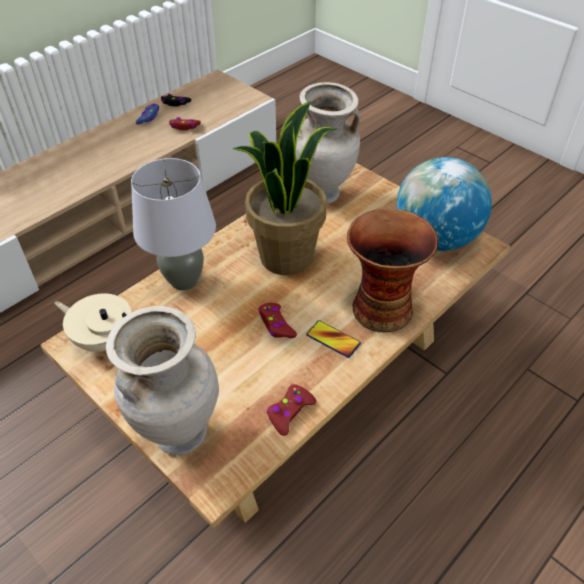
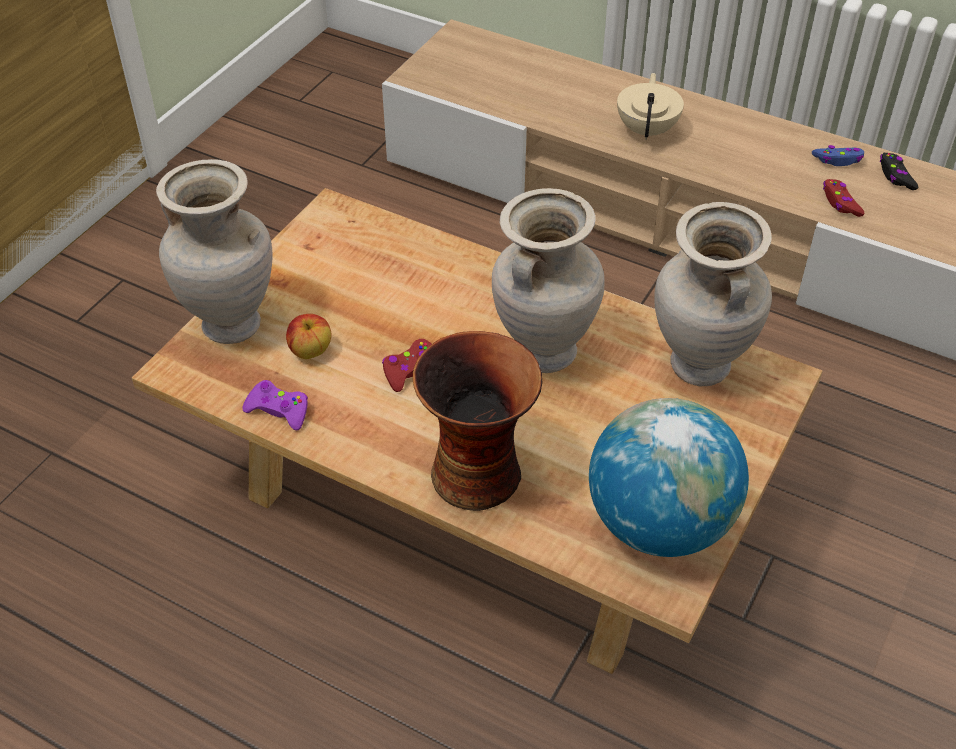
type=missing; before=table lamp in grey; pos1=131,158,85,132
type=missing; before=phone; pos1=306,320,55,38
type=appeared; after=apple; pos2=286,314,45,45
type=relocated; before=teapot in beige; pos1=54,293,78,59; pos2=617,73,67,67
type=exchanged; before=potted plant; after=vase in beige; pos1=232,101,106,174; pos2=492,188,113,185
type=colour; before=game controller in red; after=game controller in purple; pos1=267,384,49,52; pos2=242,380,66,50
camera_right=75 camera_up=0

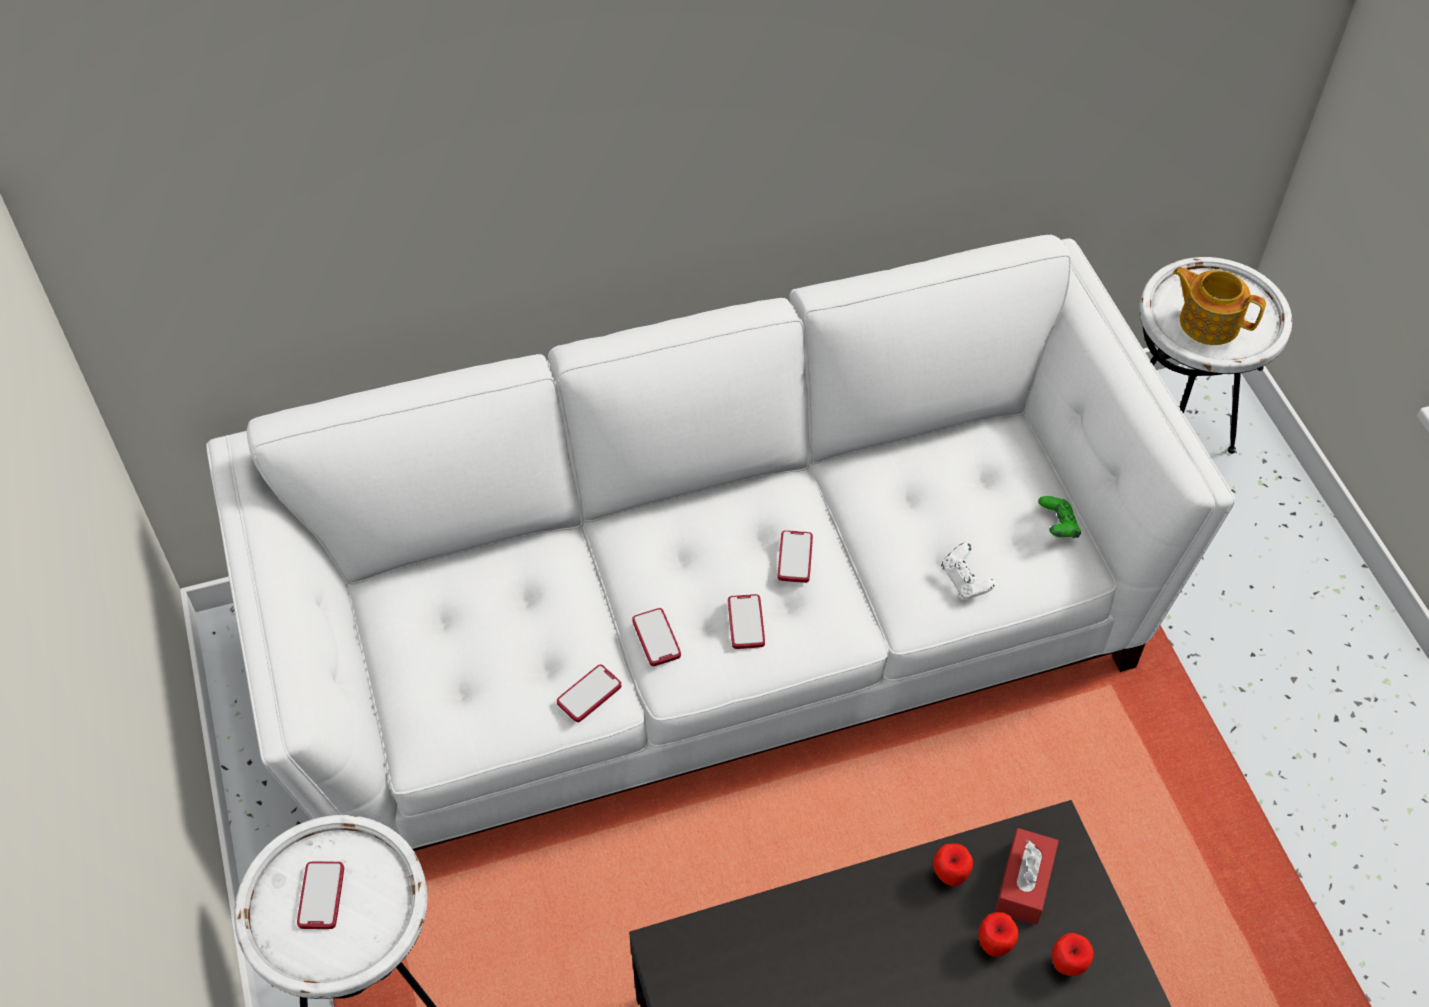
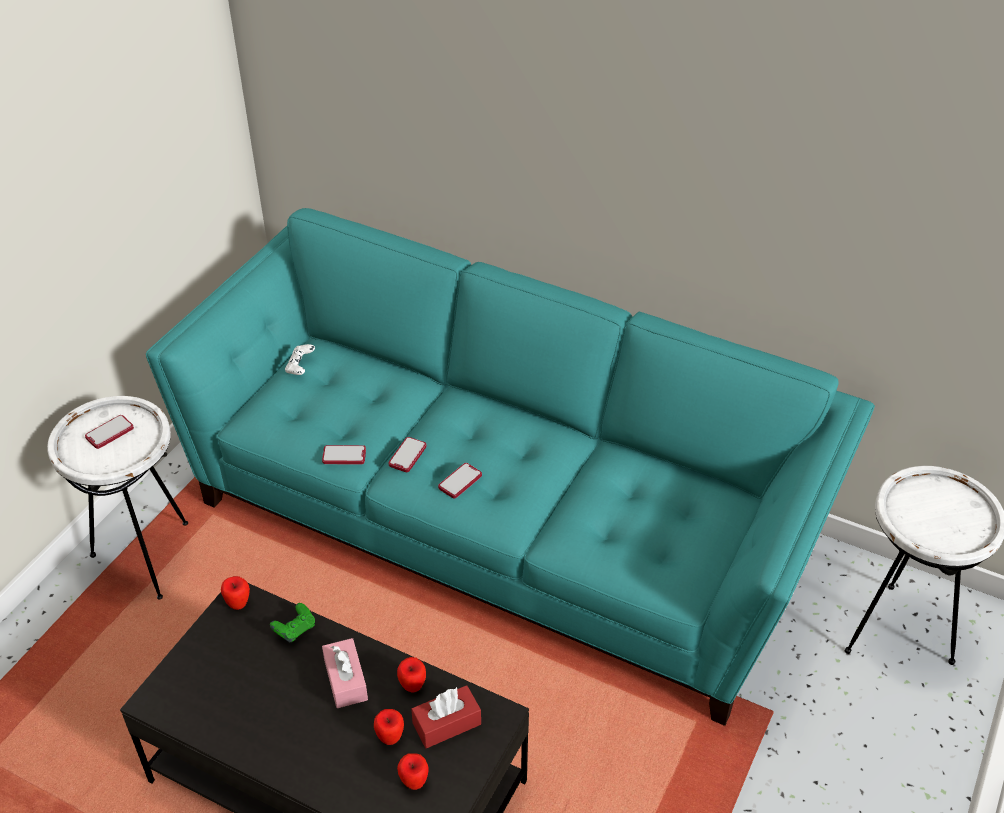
type=missing; before=phone; pos1=778,530,35,53
type=missing; before=teapot; pos1=1173,267,93,78
type=appeared; after=apple; pos2=221,576,29,34
type=appeared; after=tissue box in pink; pos2=322,638,46,70
type=relocated; before=game controller in white; pos1=941,543,54,56; pos2=285,344,30,31
type=relocated; before=game controller in green; pos1=1038,496,43,42; pos2=270,603,45,40
type=colour; before=sofa in white; after=sofa in turquoise; pos1=206,235,1029,616; pos2=146,208,729,518
camera_right=45 camera_up=-10

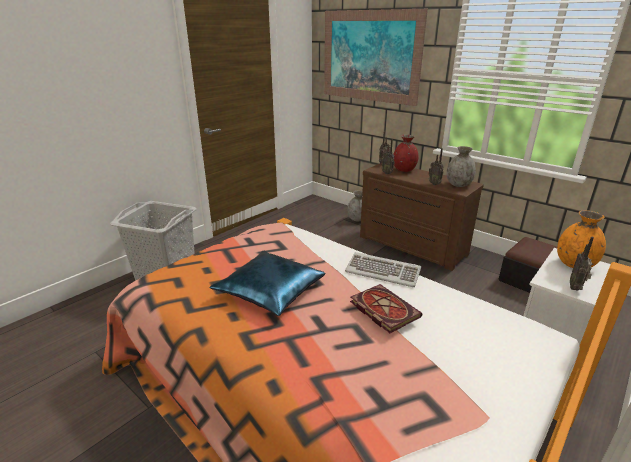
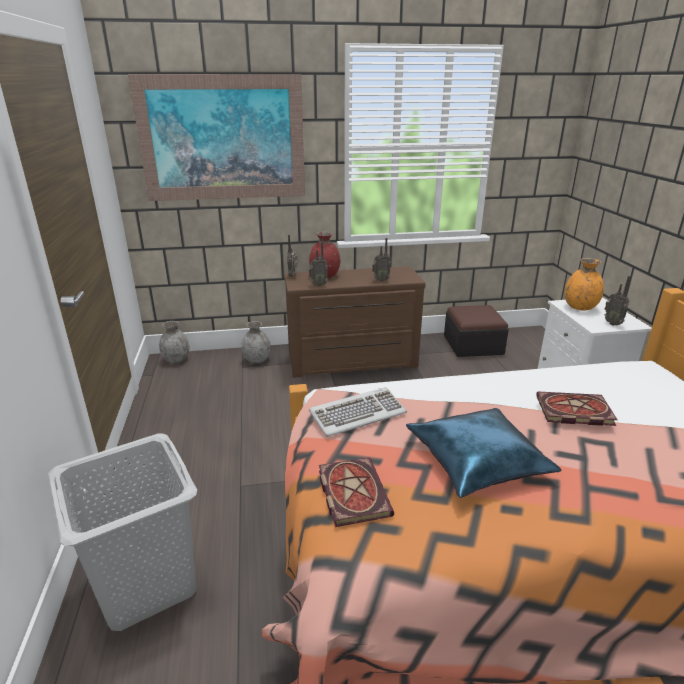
type=appeared; after=book; pos2=319,457,75,70
type=relocated; before=keyboard; pos1=345,252,76,35; pos2=309,387,98,50
type=relocated; before=vase in grey; pos1=447,146,29,41; pos2=159,321,31,42
camera_right=-50 camera_up=0

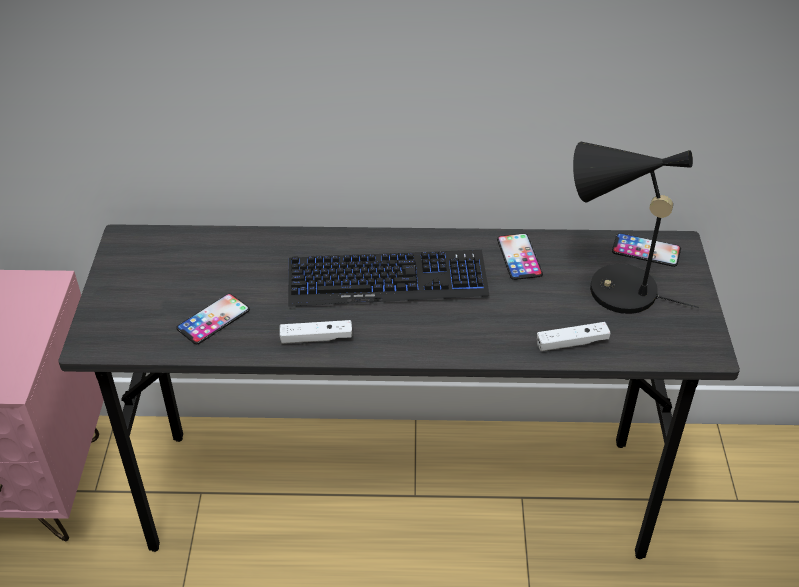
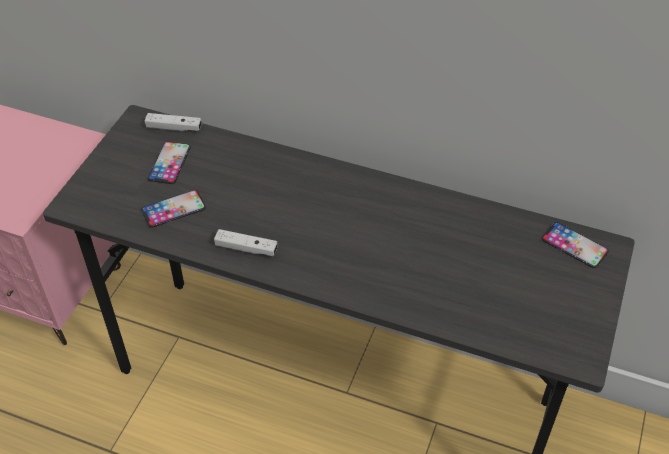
type=missing; before=keyboard; pos1=288,250,201,57
type=missing; before=table lamp in black; pos1=573,142,126,172
type=relocated; before=phone; pos1=497,233,46,47; pos2=148,141,43,43
type=relocated; before=game controller in white; pos1=537,322,73,29; pos2=145,113,57,18
camera_right=20 camera_up=5

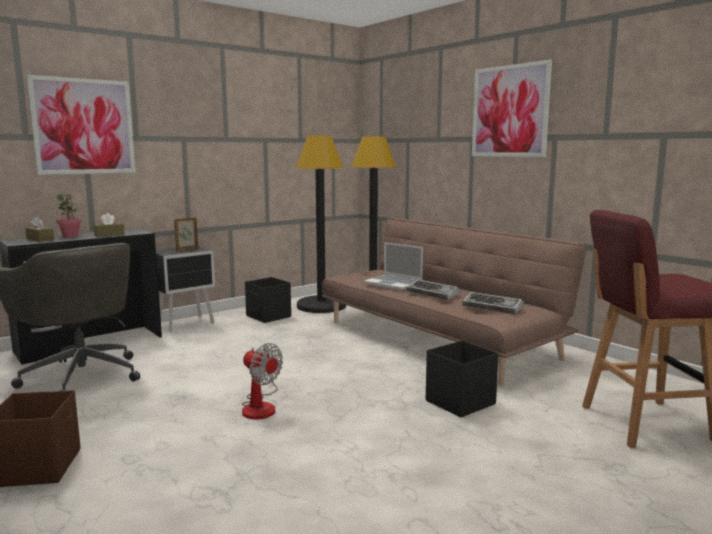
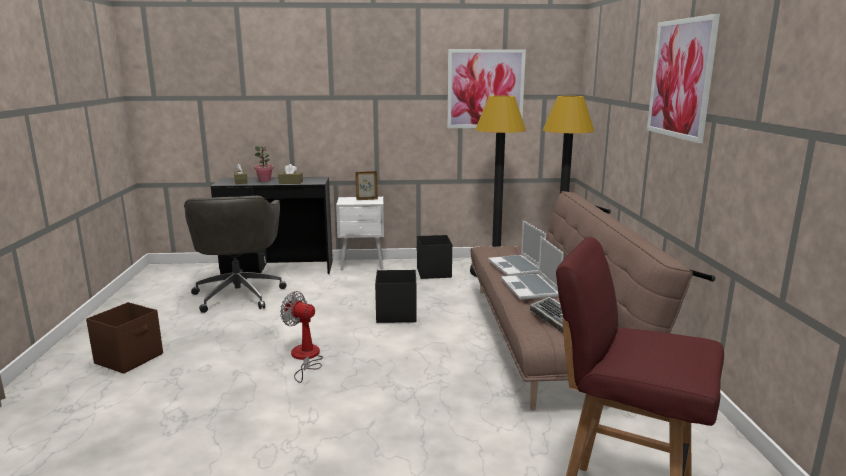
type=relocated; before=picture; pos1=27,75,108,100; pos2=447,49,79,79
type=relocated; before=storage box in black; pos1=426,340,73,78; pos2=375,270,42,53
type=exchanged; before=keyboard; after=laptop; pos1=406,279,55,21; pos2=501,236,63,64
type=colour; before=nightstand in black; after=nightstand in white; pos1=156,246,59,86; pos2=336,197,48,74
type=spun; before=fan; pos1=242,343,41,76; pos2=280,291,43,92; turn=135
camera_right=35 camera_up=5

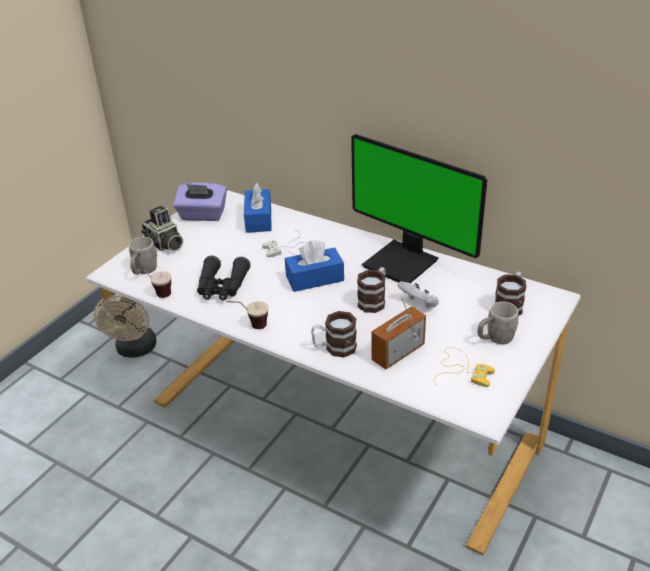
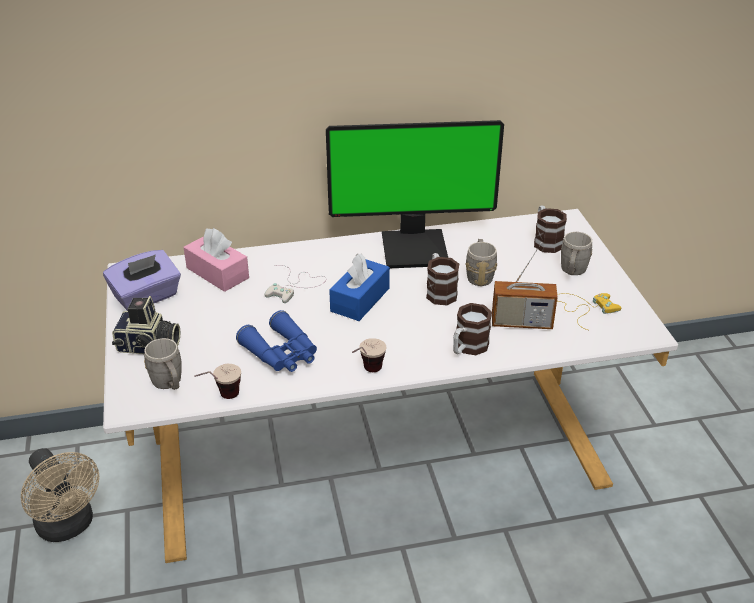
type=exchanged; before=game controller in white; after=mug in grey; pos1=398,281,41,27; pos2=465,239,32,47
type=colour; before=binoculars in black; after=binoculars in blue; pos1=197,256,53,44; pos2=236,310,81,62
type=colour; before=tissue box in blue; after=tissue box in pink; pos1=244,182,28,51; pos2=184,228,65,64
type=spun; before=radio; pos1=372,298,54,72; pos2=492,242,66,87; turn=-90
camera_right=-45 camera_up=0

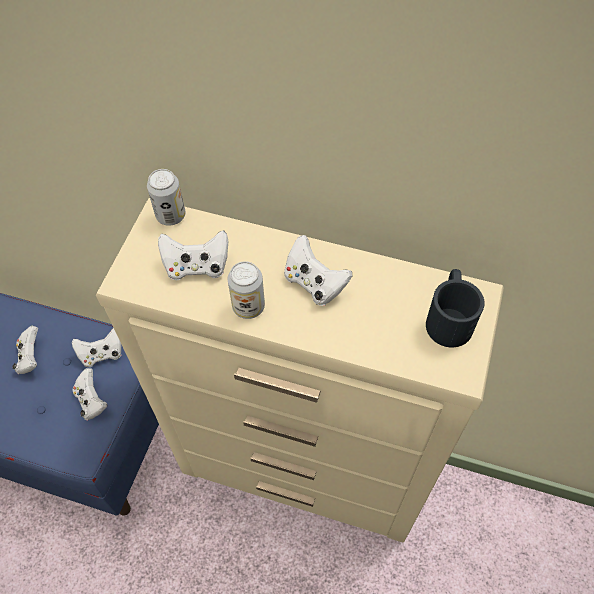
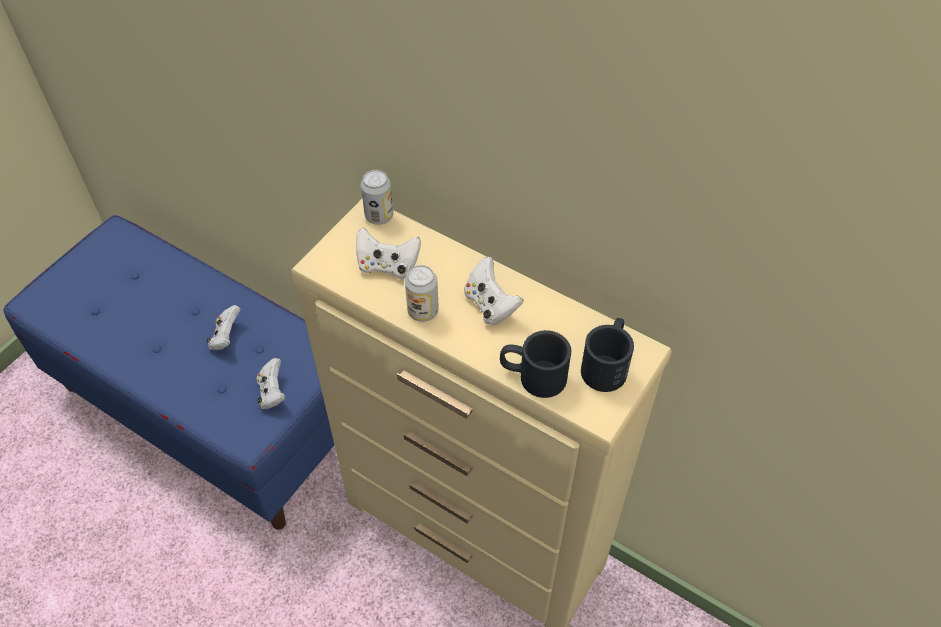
type=missing; before=game controller in white; pos1=72,328,49,39
type=appeared; after=mug in black; pos2=500,330,71,68
camera_right=15 camera_up=-5

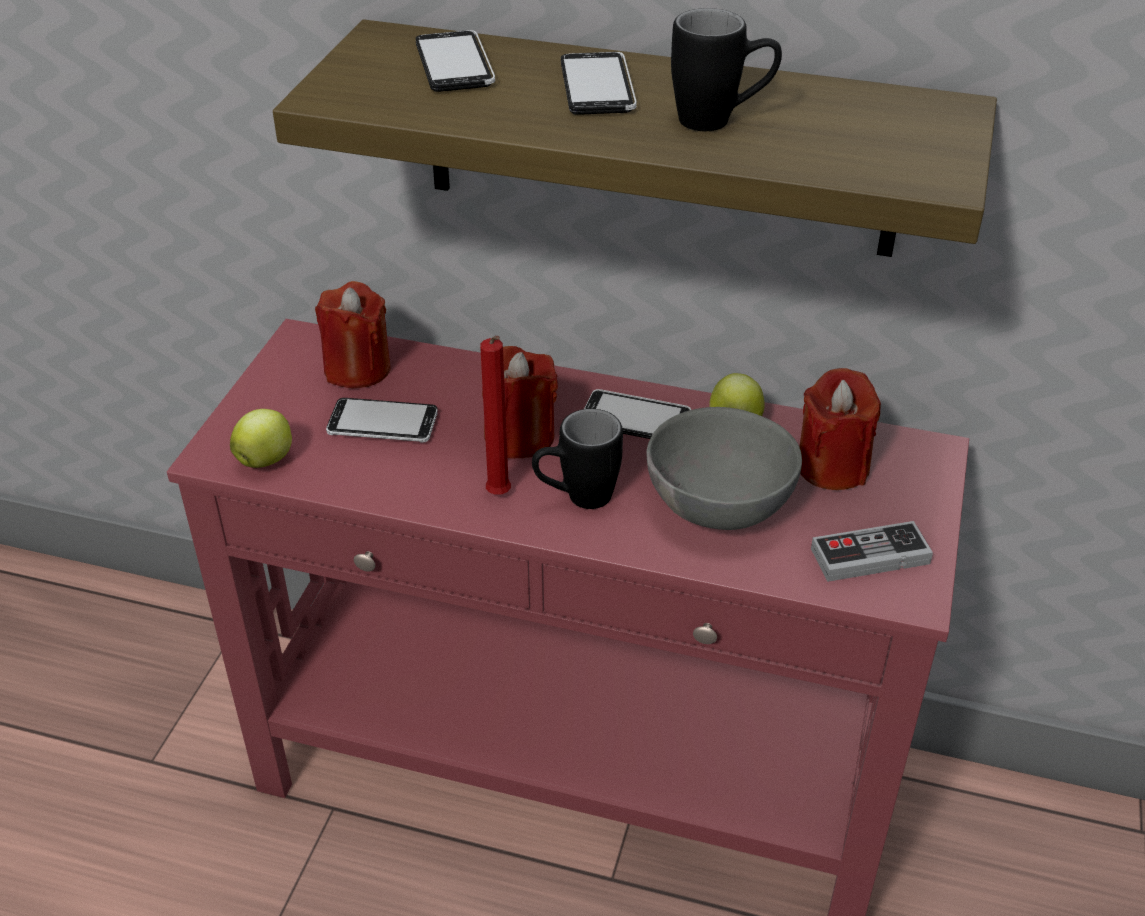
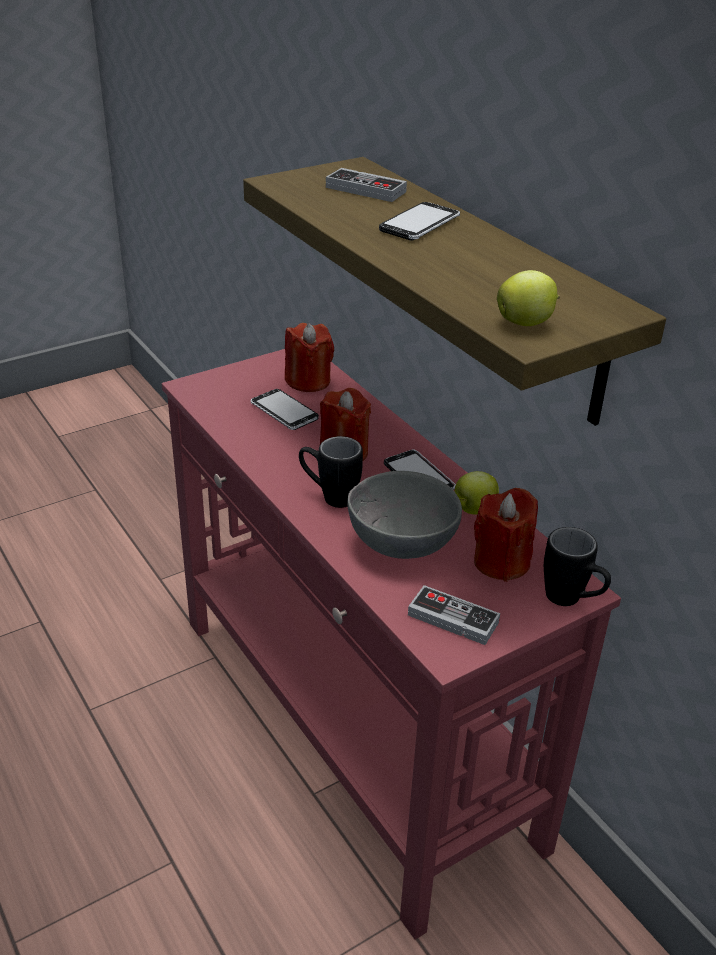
type=missing; before=candle in red; pos1=480,336,31,159
type=relocated; before=apple; pos1=230,409,62,59; pos2=497,270,63,56
type=relocated; before=mug in black; pos1=671,8,111,123; pos2=544,527,67,79
type=exchanged; before=phone; after=game controller; pos1=416,30,79,62; pos2=326,168,81,34
camera_right=40 camera_up=-5

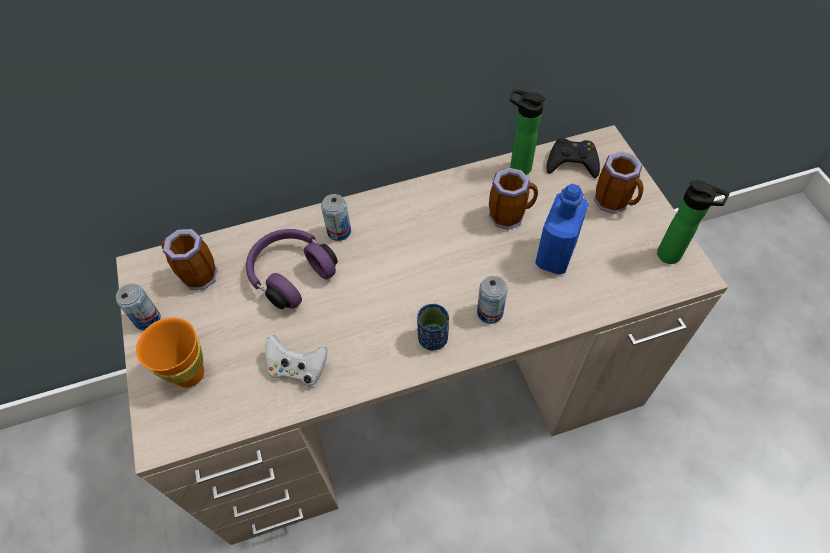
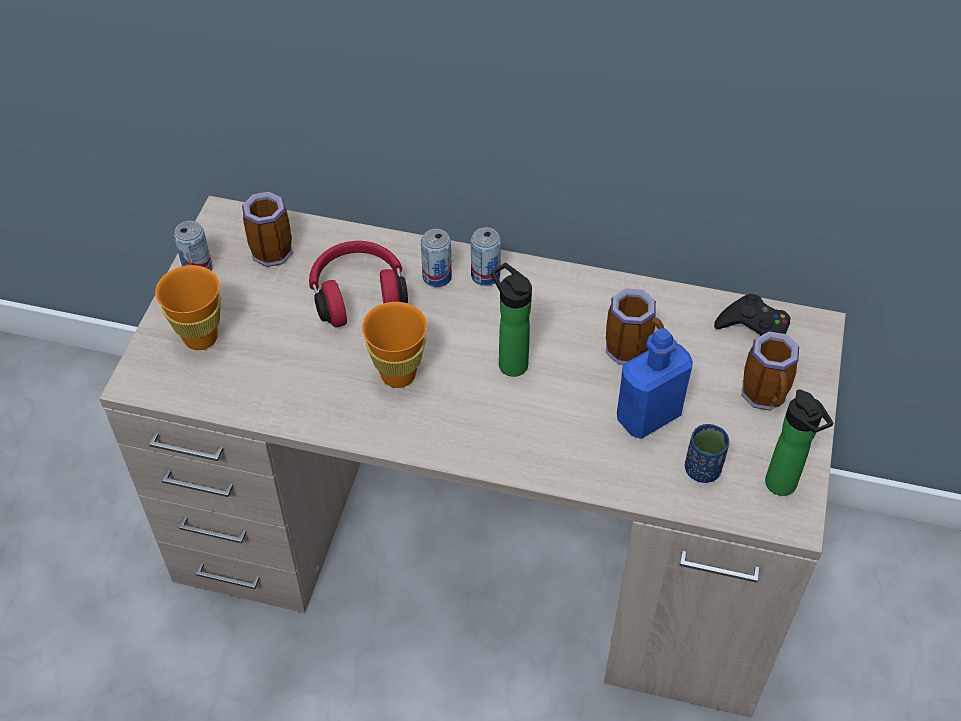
type=missing; before=game controller in white; pos1=265,334,63,53
type=appeared; after=cup in orange; pos2=362,302,65,86
type=relocated; before=cup in blue; pos1=417,304,32,47; pos2=685,424,44,59
type=relocated; before=can; pos1=477,276,31,48; pos2=471,227,30,59
type=relocated; before=bottle; pos1=510,89,35,86; pos2=491,263,41,114
type=colour; before=headphones in purple; after=headphones in red; pos1=246,229,92,80; pos2=309,241,99,86
camera_right=30 camera_up=-5

